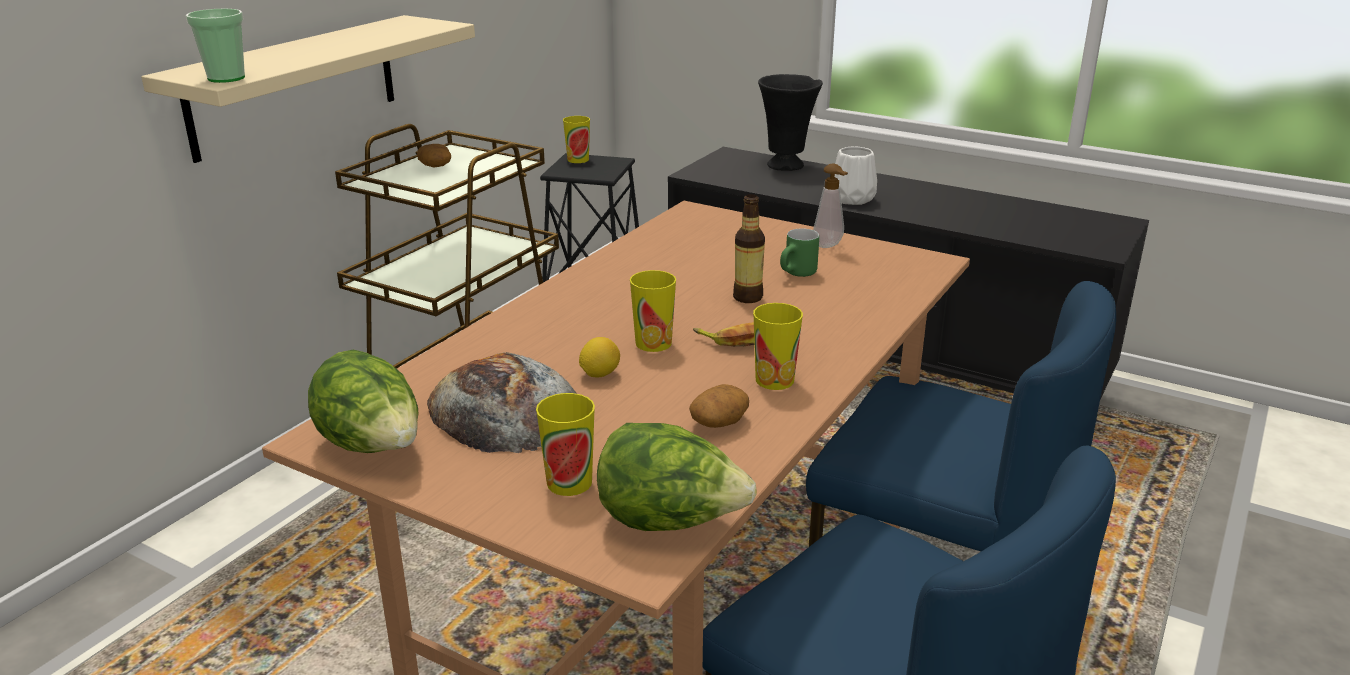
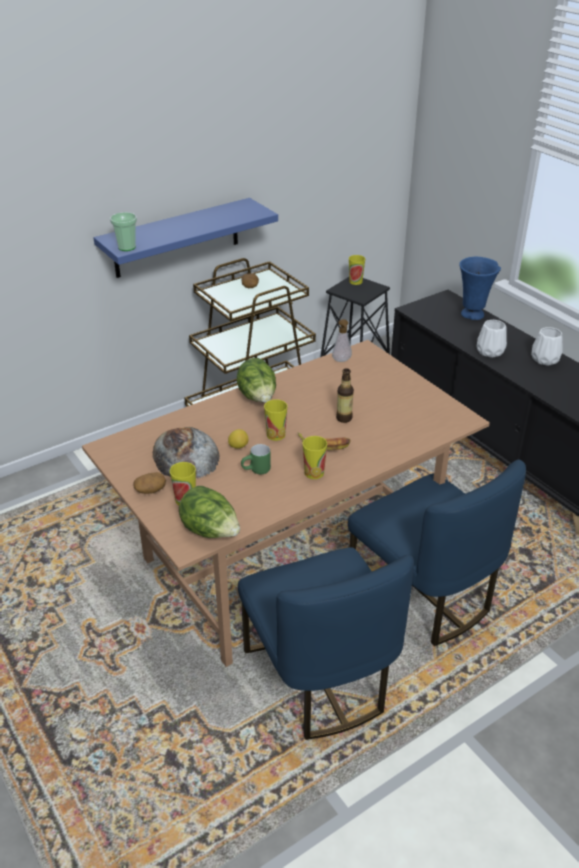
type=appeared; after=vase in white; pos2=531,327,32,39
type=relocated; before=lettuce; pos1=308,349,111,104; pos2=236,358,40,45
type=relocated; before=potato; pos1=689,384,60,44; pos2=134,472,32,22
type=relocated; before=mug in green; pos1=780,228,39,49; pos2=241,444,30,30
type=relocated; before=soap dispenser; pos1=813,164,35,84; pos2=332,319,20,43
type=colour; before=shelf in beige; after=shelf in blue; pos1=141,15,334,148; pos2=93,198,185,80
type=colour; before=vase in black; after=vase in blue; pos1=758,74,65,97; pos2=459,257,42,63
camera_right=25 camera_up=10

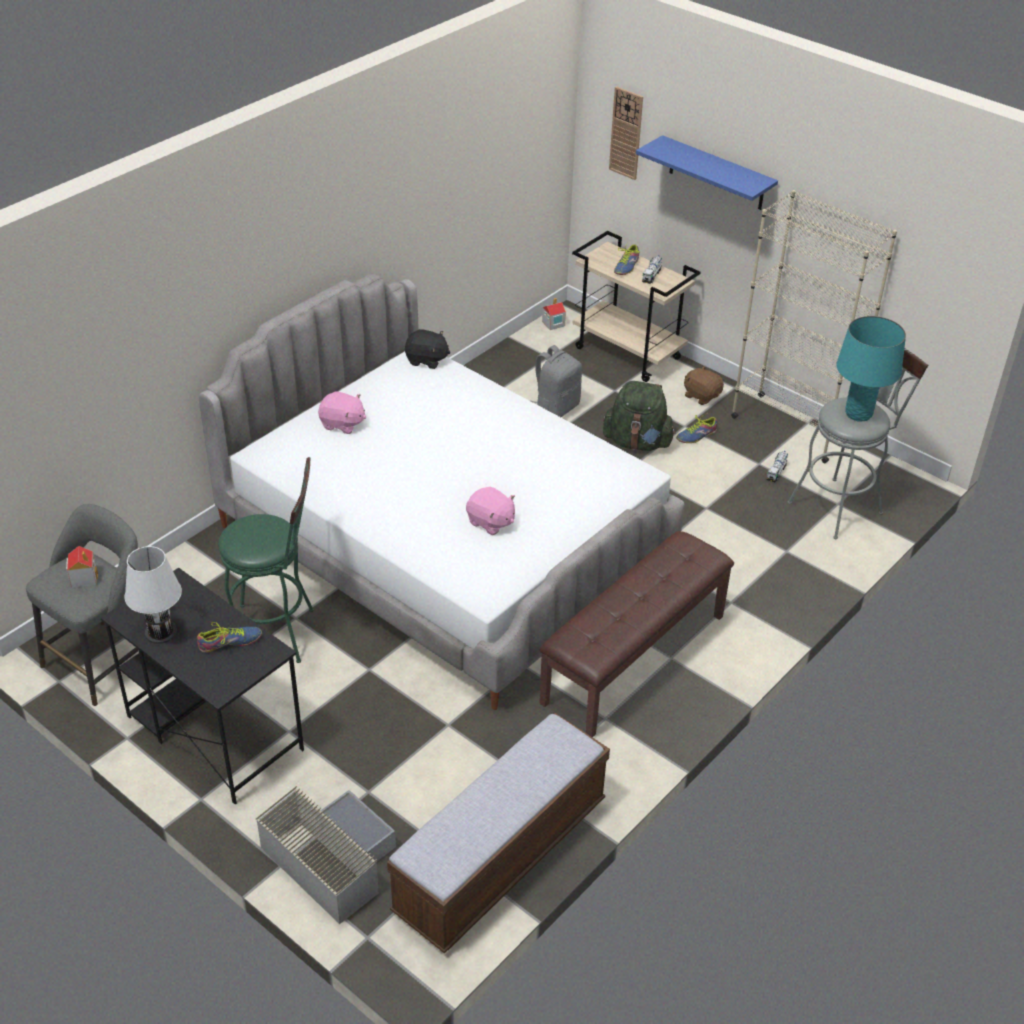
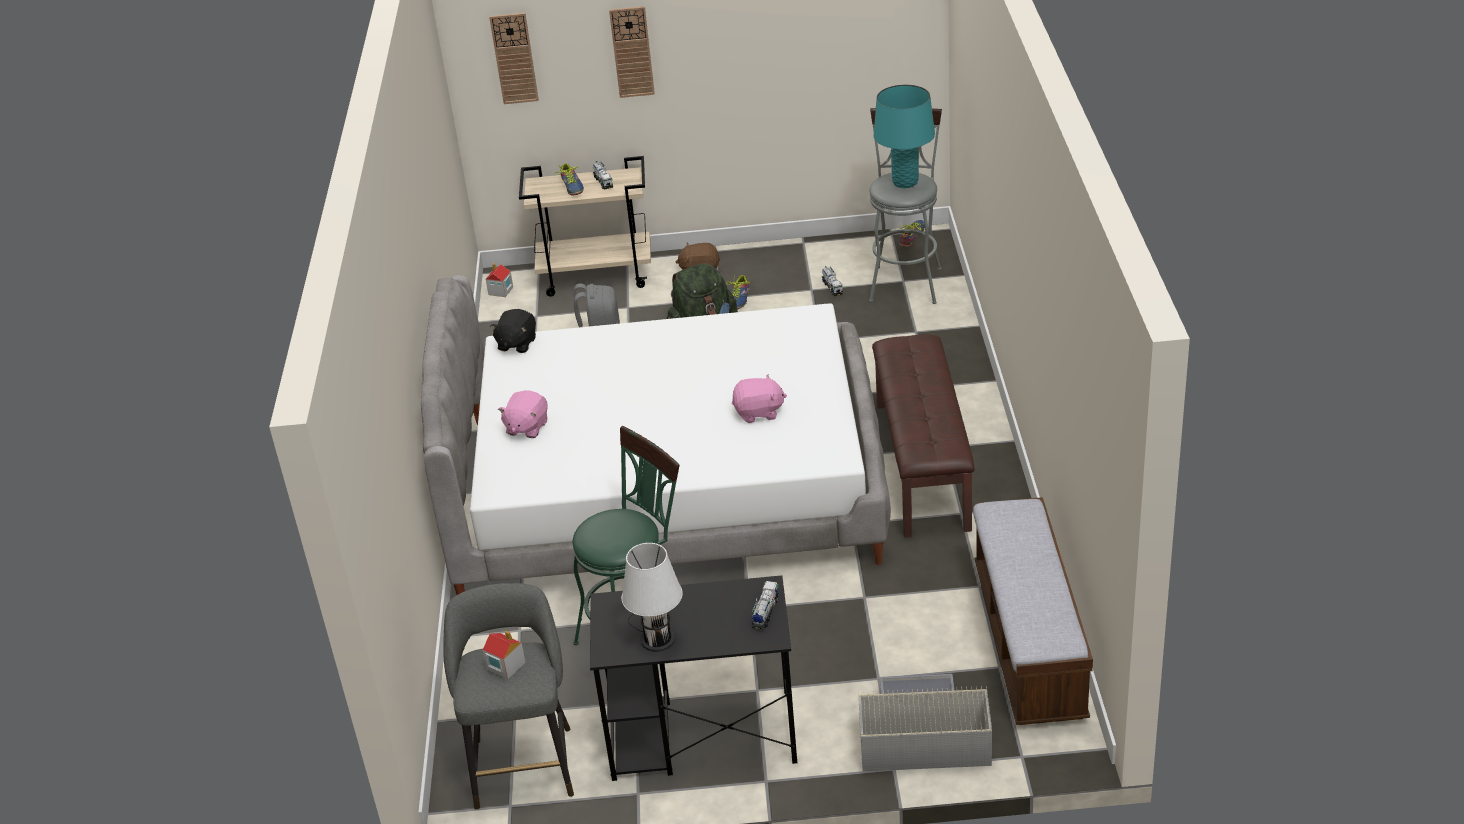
type=missing; before=bookcase in beige; pos1=731,190,166,273
type=appeared; after=toy truck; pos2=752,581,27,48
type=relocated; before=shoe; pos1=197,622,65,31; pos2=899,220,26,27
type=exchanged; before=shelf in blue; after=wall clock; pos1=636,135,142,75; pos2=609,6,46,92
type=spun; before=plush toy in pink; pos1=318,391,48,43; pos2=498,391,50,47; turn=135
type=spun; before=plush toy in black; pos1=405,329,45,40; pos2=490,309,46,44; turn=135
camera_right=-40 camera_up=-5

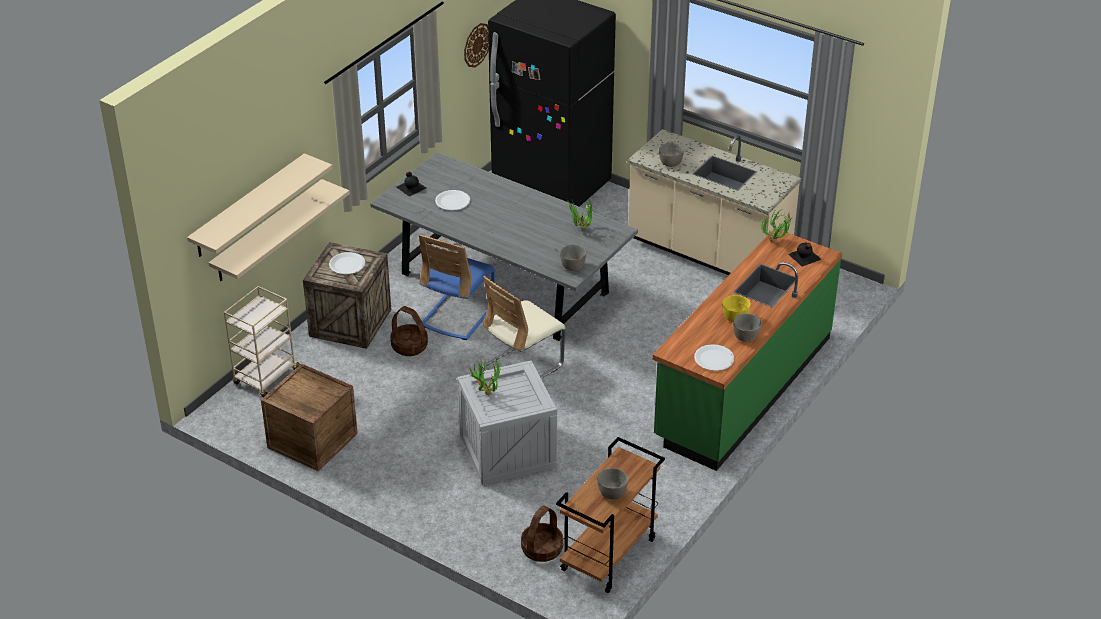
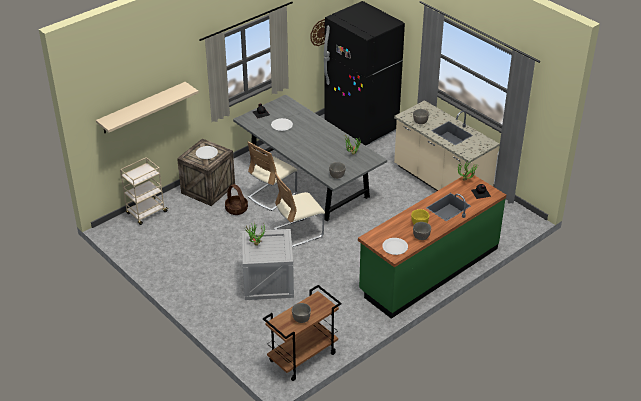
type=missing; before=shelf in beige; pos1=209,179,141,102
type=missing; before=crate; pos1=261,364,97,108
type=missing; before=basket; pos1=521,505,42,57
type=colour; before=chair in blue; after=chair in beige; pos1=419,234,76,106; pos2=248,141,49,70
camera_right=15 camera_up=0

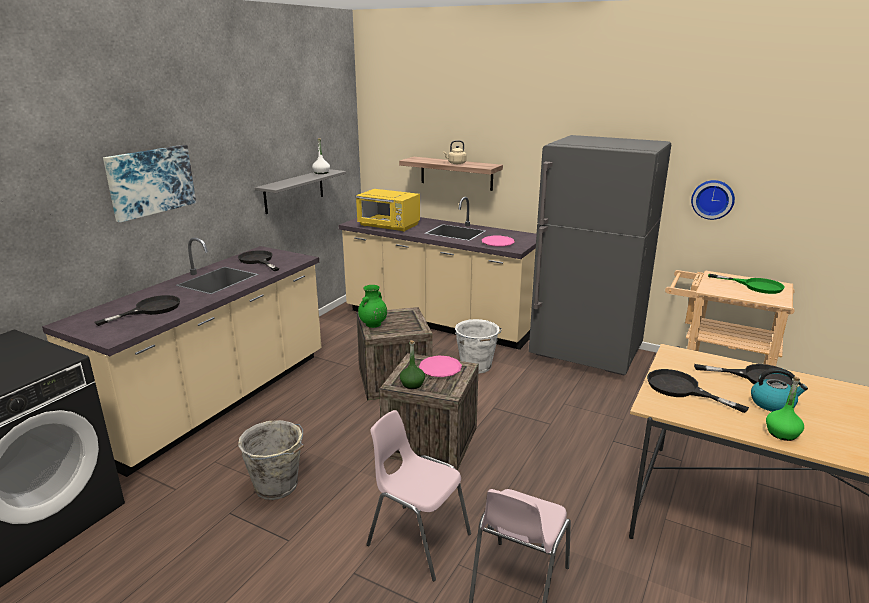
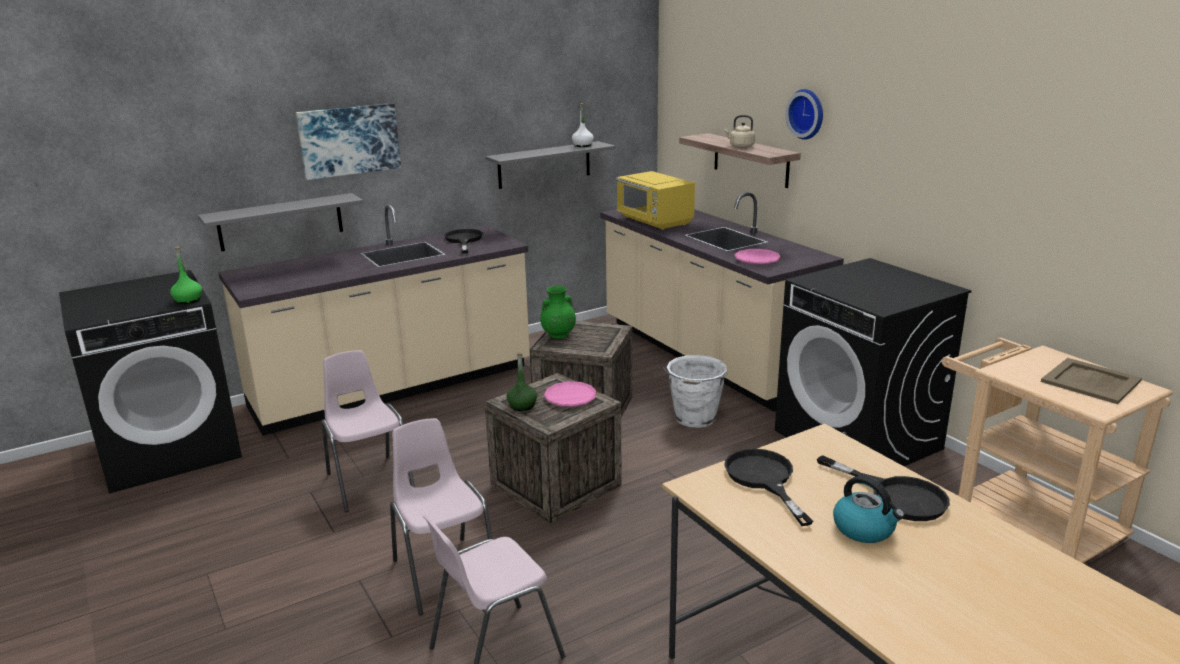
type=missing; before=frying pan in black; pos1=94,295,86,31
type=appeared; after=shelf in grey; pos2=198,193,165,58
type=relocated; before=wall clock; pos1=691,180,44,40; pos2=785,89,38,51
type=relocated; before=bottle in green; pos1=766,376,38,65; pos2=170,247,32,57
type=exchanged; before=bucket in grey; after=chair in pink; pos1=238,420,66,80; pos2=322,350,93,162
type=exchanged; before=fridge in grey; after=washing machine in black; pos1=529,135,142,240; pos2=775,258,197,208
type=exchanged; before=frying pan in green; after=tray in beige; pos1=708,274,77,20; pos2=1041,358,101,46
camera_right=30 camera_up=0

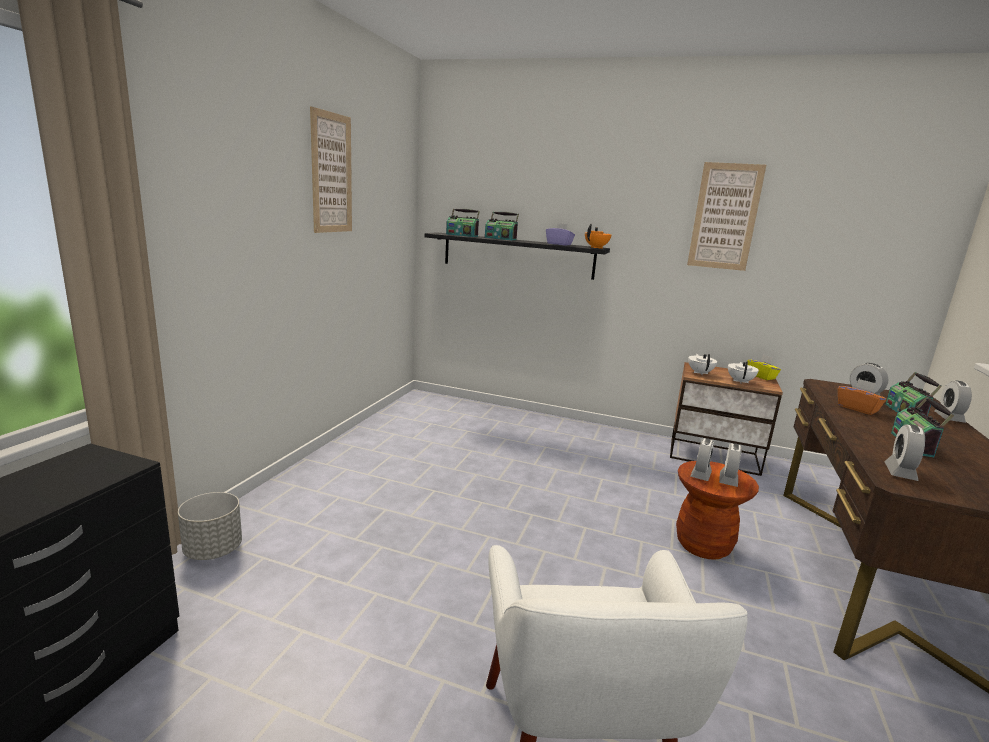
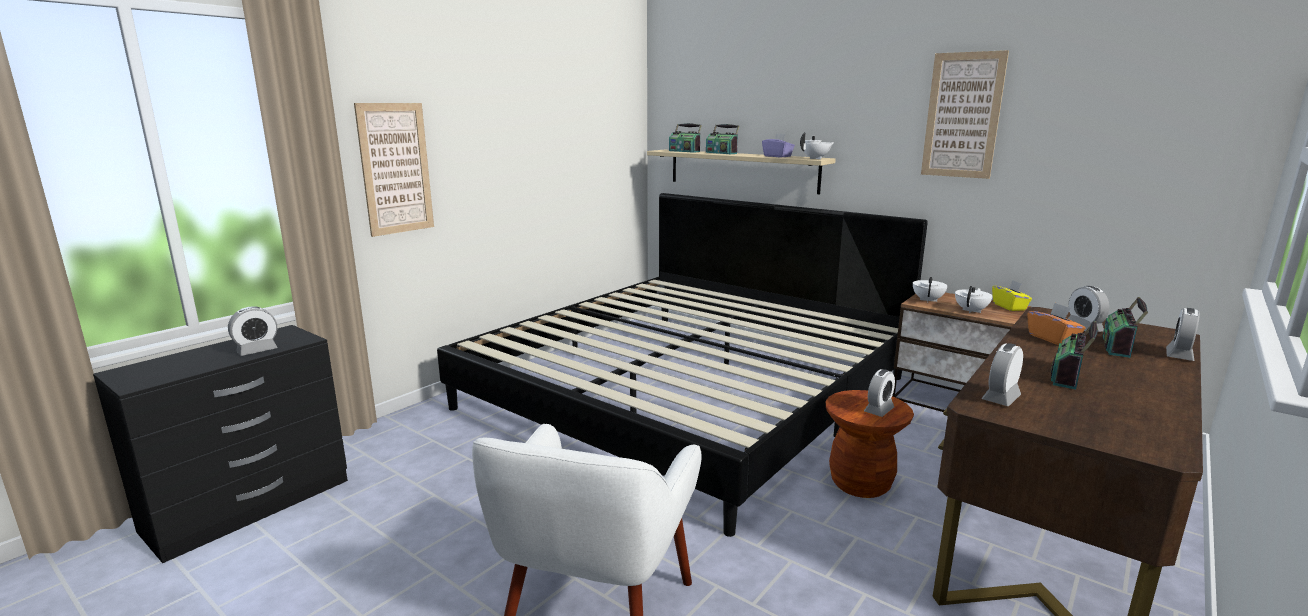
type=missing; before=planter in grey; pos1=178,492,64,68
type=appeared; after=bed; pos2=437,193,491,344
type=relocated; before=picture; pos1=310,107,42,126; pos2=354,103,80,134
type=relocated; before=alarm clock; pos1=690,438,24,43; pos2=228,306,50,50
type=colour; before=shelf in black; after=shelf in beige; pos1=425,232,185,48; pos2=647,150,189,44
type=colour; before=teapot in orange; after=teapot in white; pos1=585,224,26,25; pos2=800,132,34,27
camera_right=20 camera_up=0

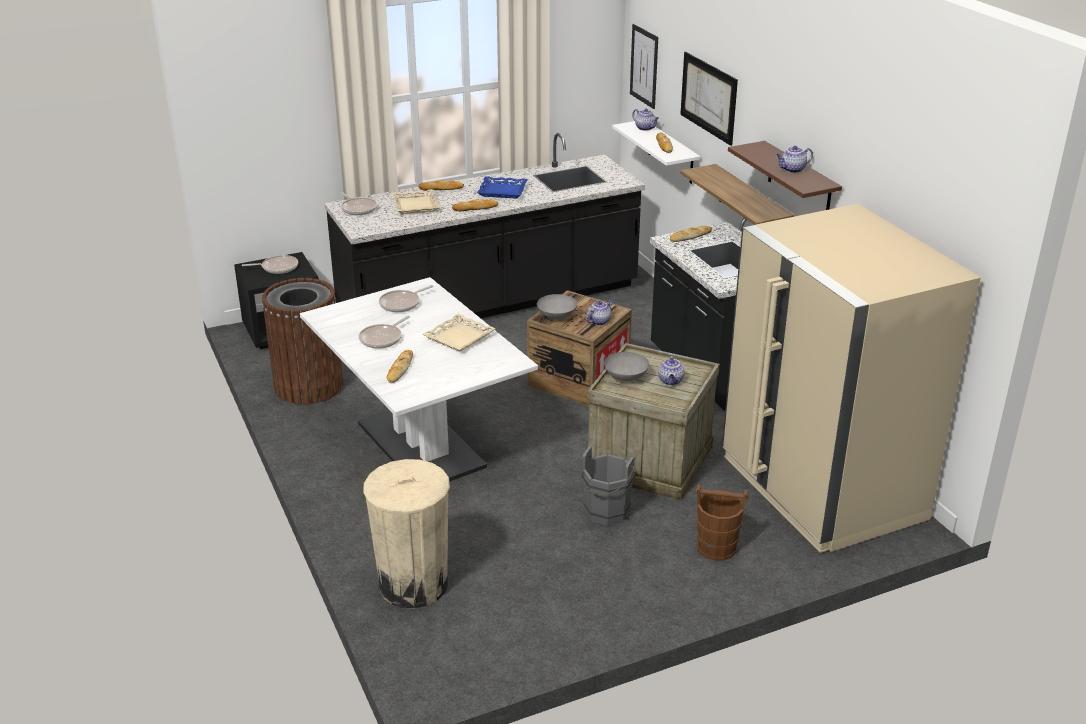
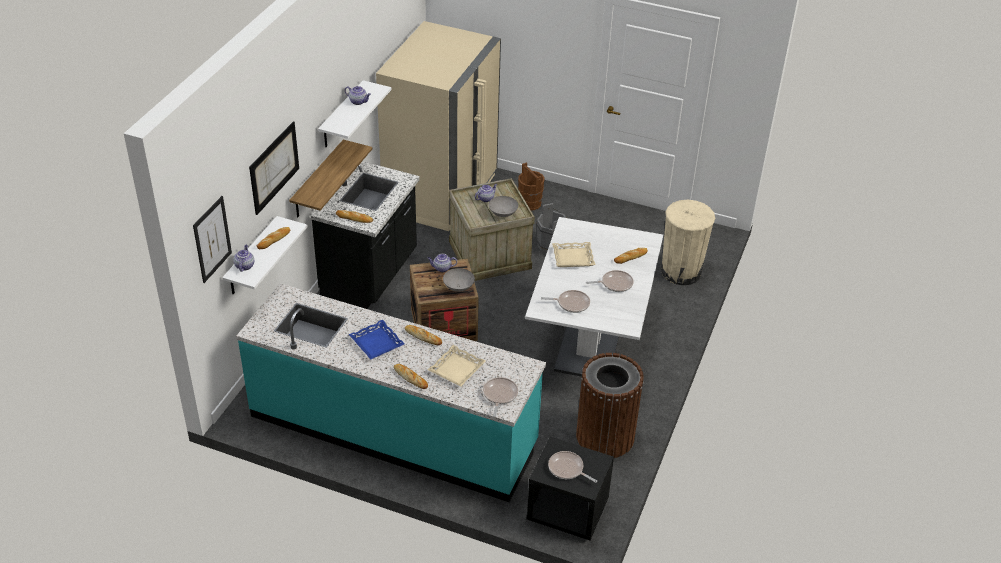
type=colour; before=counter in black; after=counter in turquoise; pos1=324,133,321,185; pos2=236,283,310,219
type=colour; before=shelf in brown; after=shelf in white; pos1=728,141,114,69; pos2=318,80,74,67
camera_right=-135 camera_up=10

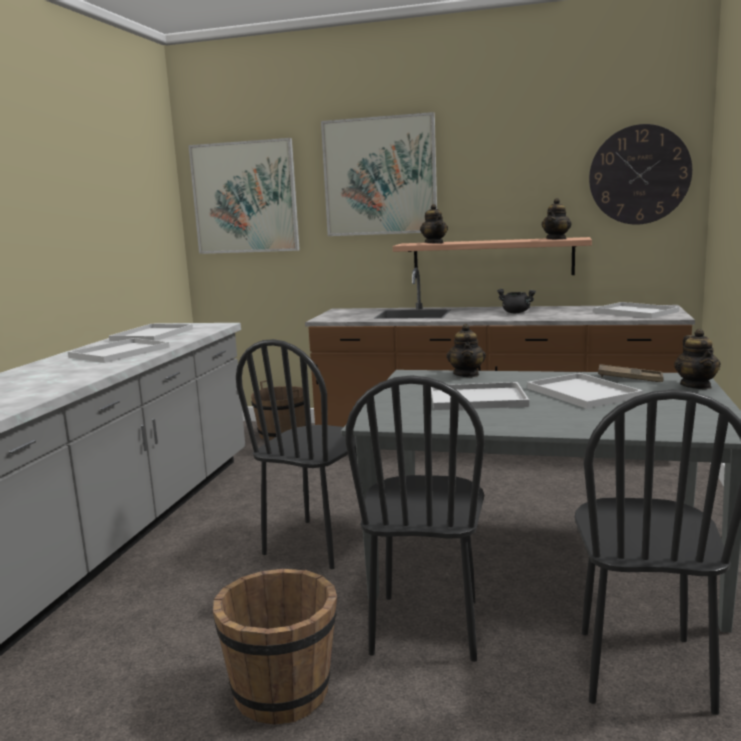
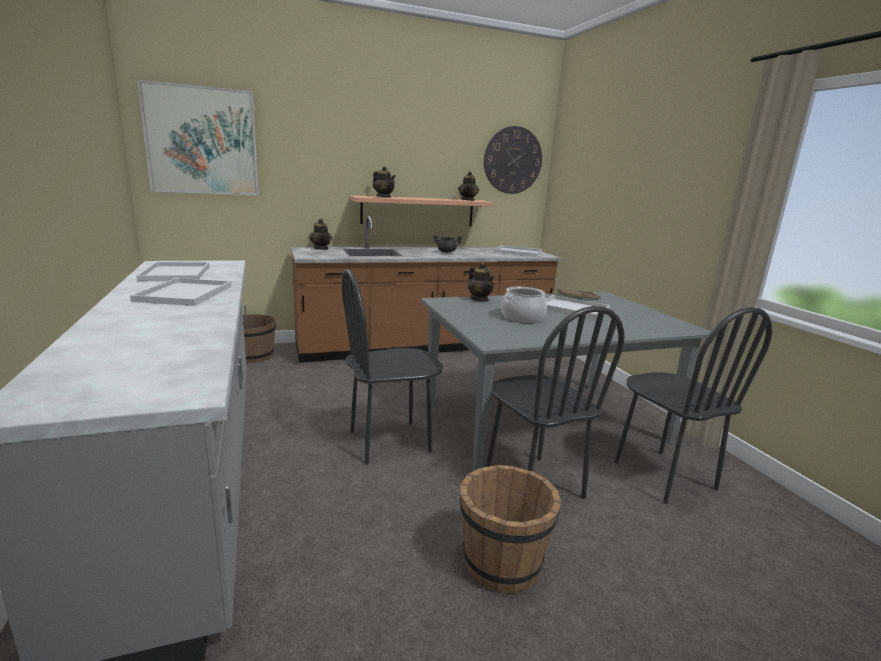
type=missing; before=picture; pos1=321,112,116,124
type=relocated; before=teapot; pos1=674,329,47,60; pos2=310,218,22,32
type=exchanged; before=tray in white; after=cooking pot; pos1=431,382,98,28; pos2=501,287,46,36
type=spun; before=chair in black; pos1=236,339,121,230; pos2=342,269,101,196; turn=75
camera_right=-35 camera_up=5

